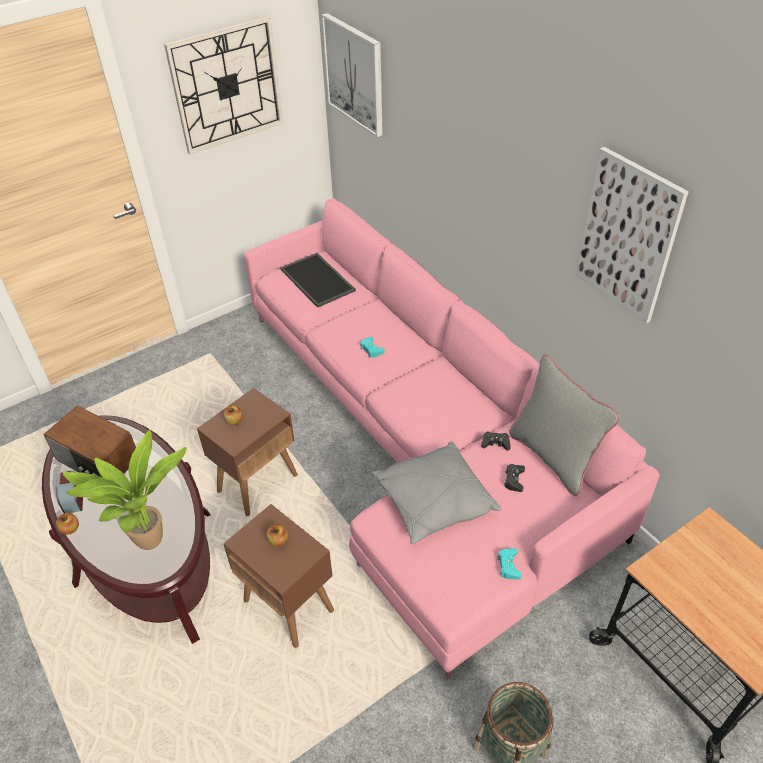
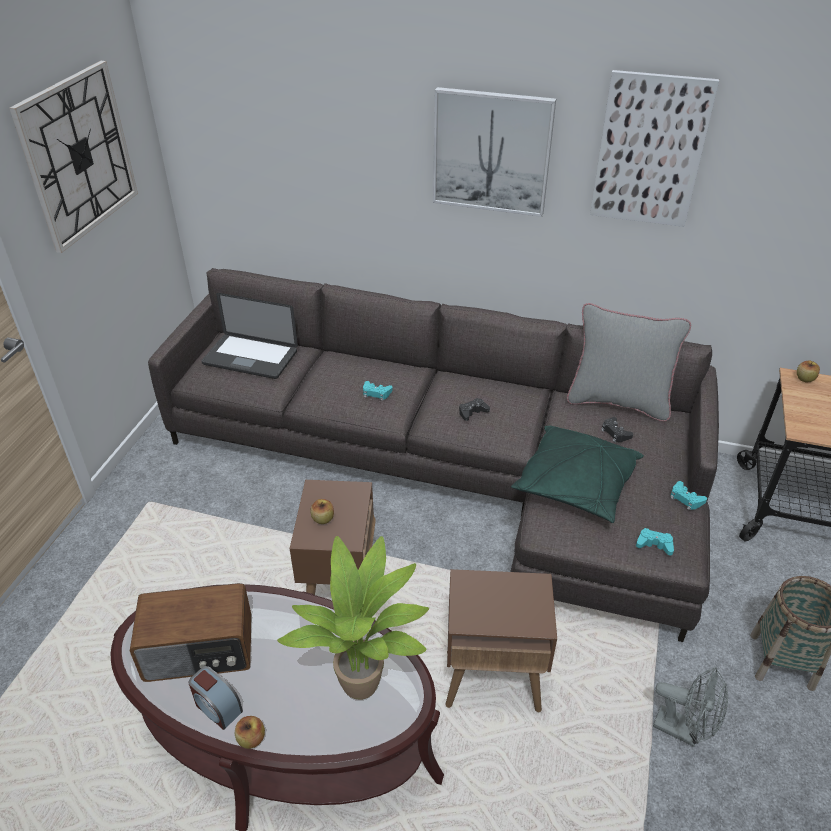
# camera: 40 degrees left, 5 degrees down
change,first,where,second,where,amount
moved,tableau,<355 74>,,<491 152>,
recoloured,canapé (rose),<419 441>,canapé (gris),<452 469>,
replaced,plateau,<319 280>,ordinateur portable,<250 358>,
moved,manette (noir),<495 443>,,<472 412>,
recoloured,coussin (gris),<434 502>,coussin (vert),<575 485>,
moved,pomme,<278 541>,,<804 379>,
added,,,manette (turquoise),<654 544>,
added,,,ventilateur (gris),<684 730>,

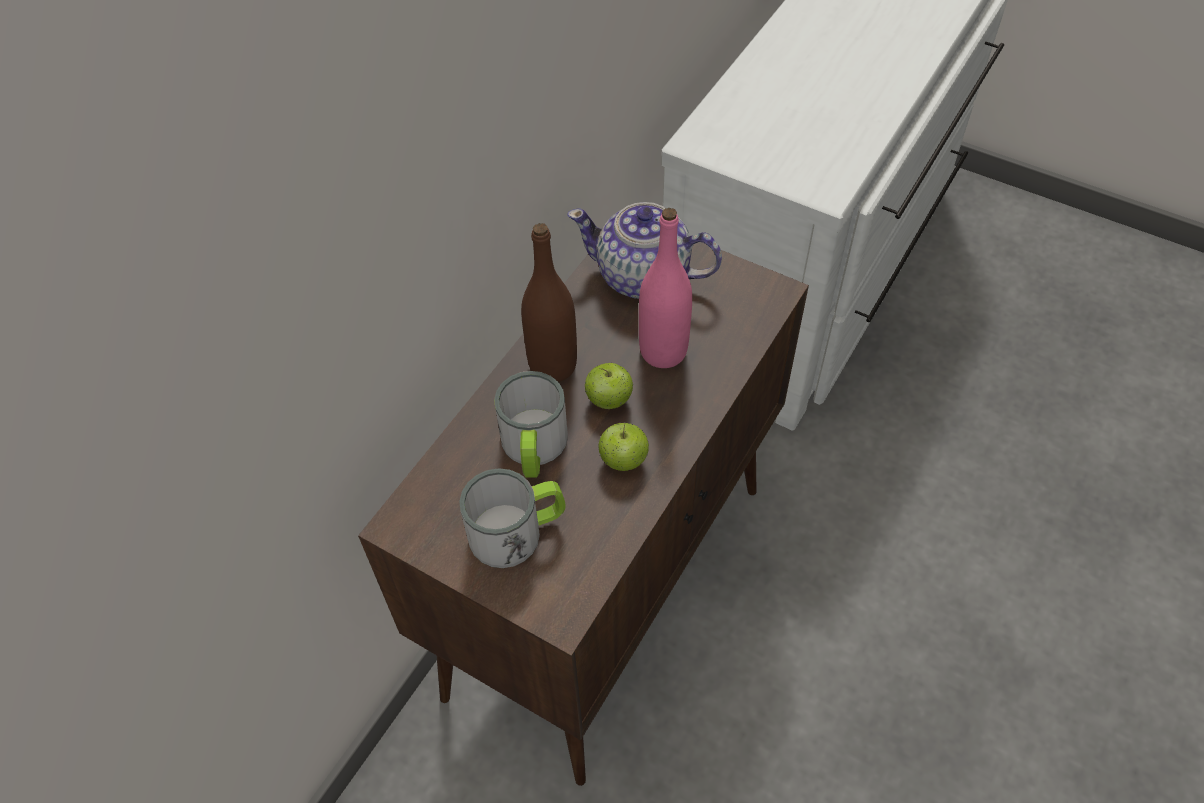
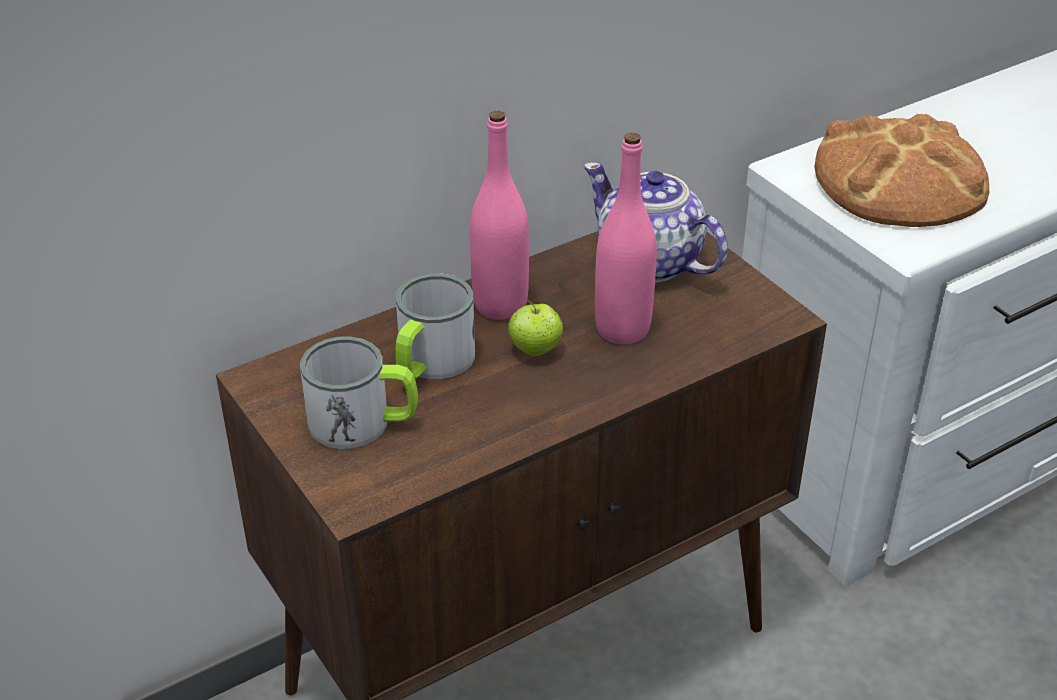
# camera: 25 degrees right, 15 degrees down
change,first,where,second,where,amount
recoloured,bouteille (marron),<553 365>,bouteille (rose),<500 305>,
removed,pomme,<623 460>,,,
added,,,pain,<898 181>,

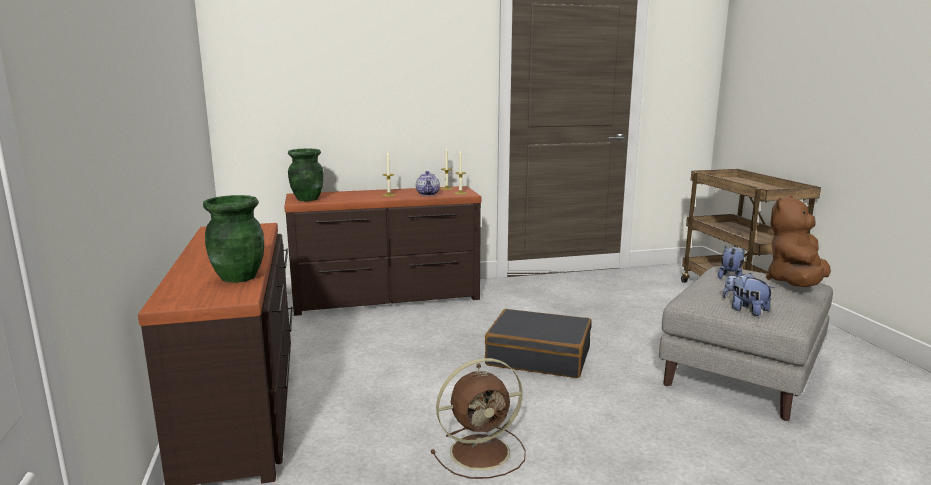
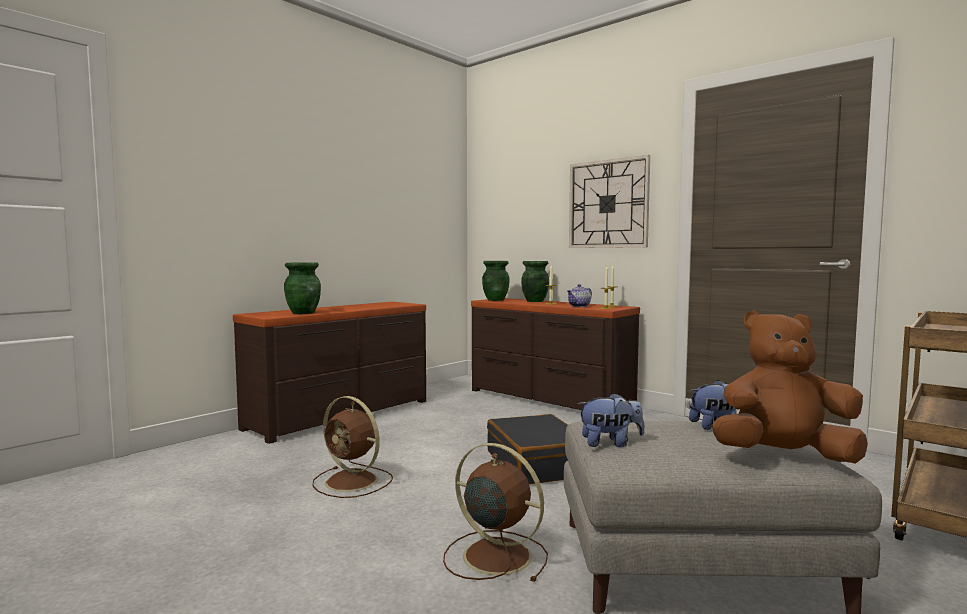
# camera: 55 degrees right, 10 degrees down
change,first,where,second,where,amount
turned,peluche,<745 310>,,<610 443>,75 degrees clockwise
added,,,horloge murale,<608 204>,
added,,,vase (vert),<534 301>,
added,,,ventilateur (marron),<494 555>,

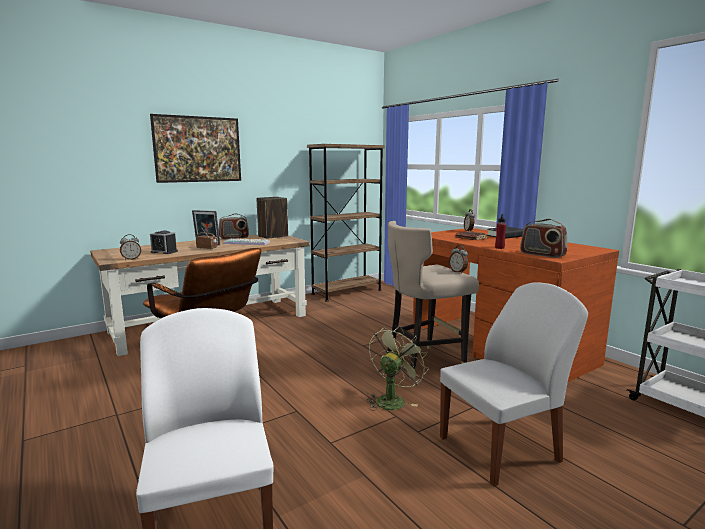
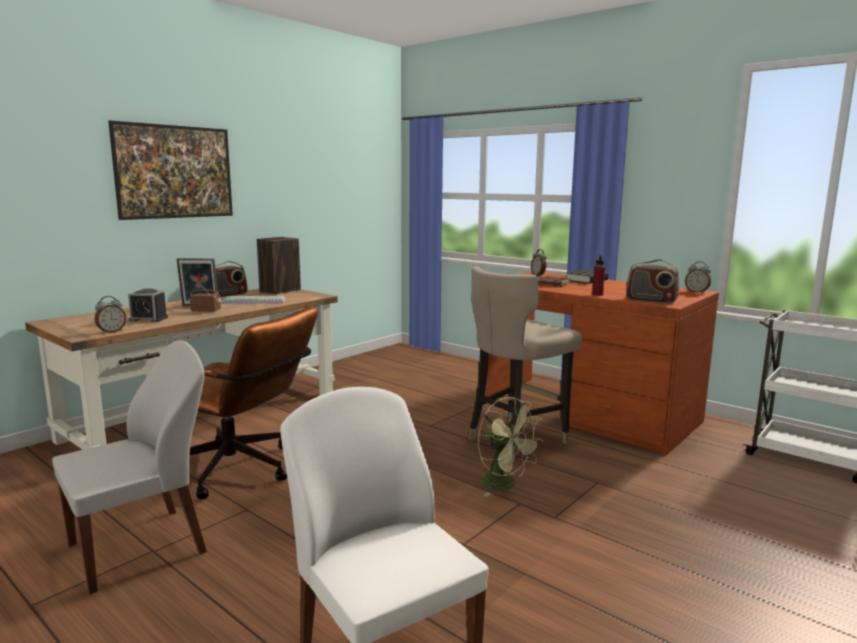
# camera: 15 degrees left, 0 degrees up
change,first,where,second,where,amount
removed,bibliothèque (marron),<346 292>,,,
moved,réveil,<458 272>,,<696 292>,
moved,chaise (blanc),<501 448>,,<142 547>,
turned,ventilateur (vert),<392 399>,,<505 485>,120 degrees clockwise

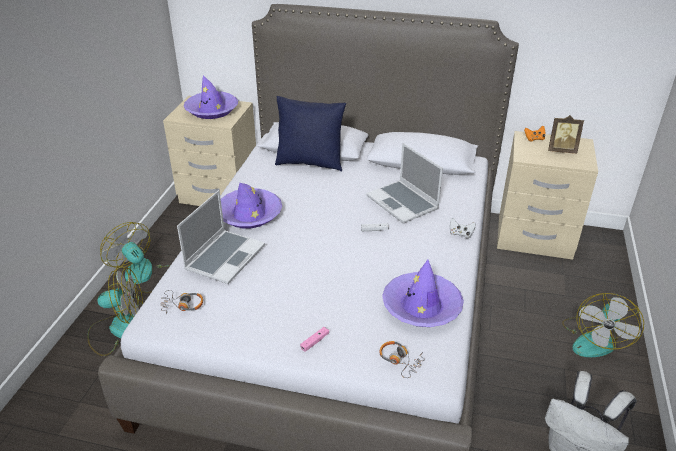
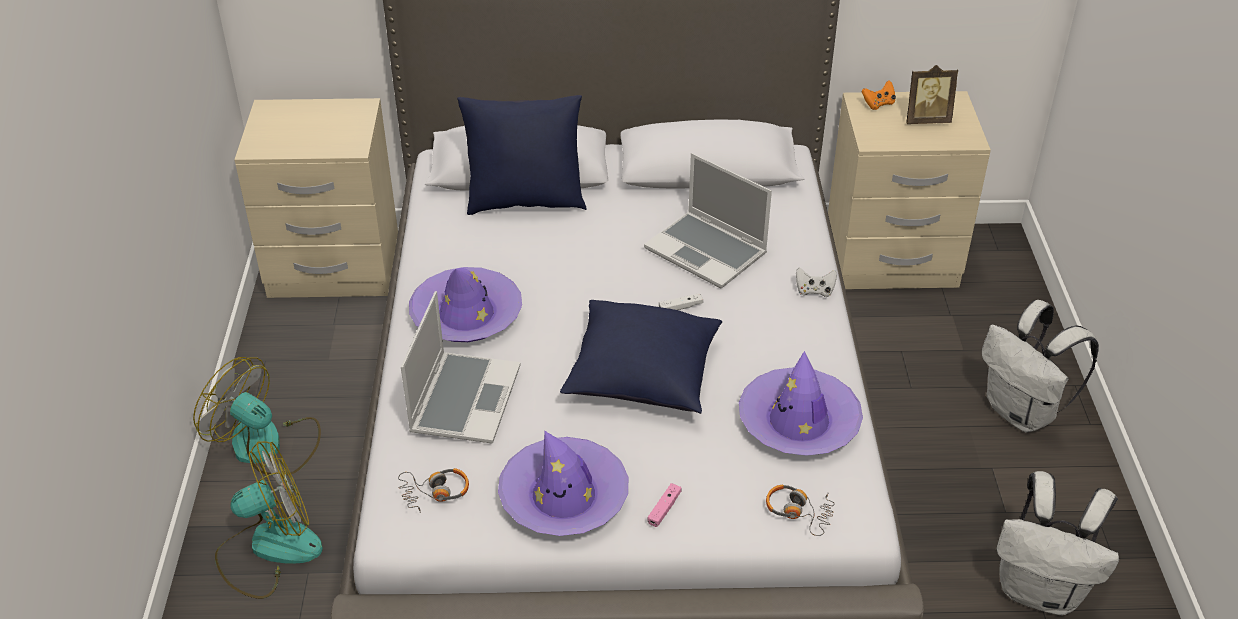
# camera: 15 degrees left, 5 degrees up
change,first,where,second,where,amount
moved,chapeau (violet),<212 110>,,<564 496>,
replaced,ventilateur,<594 339>,sac à dos (blanc),<1023 413>,
added,,,coussin (bleu),<642 377>,

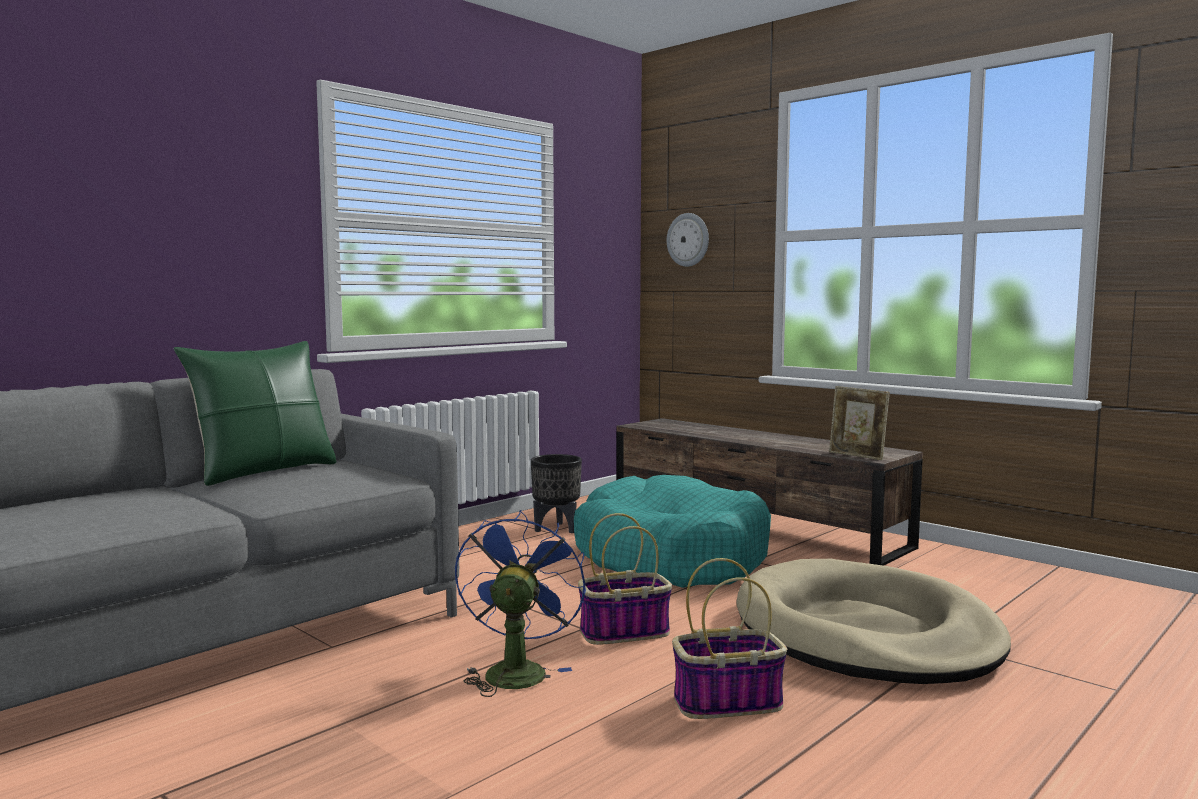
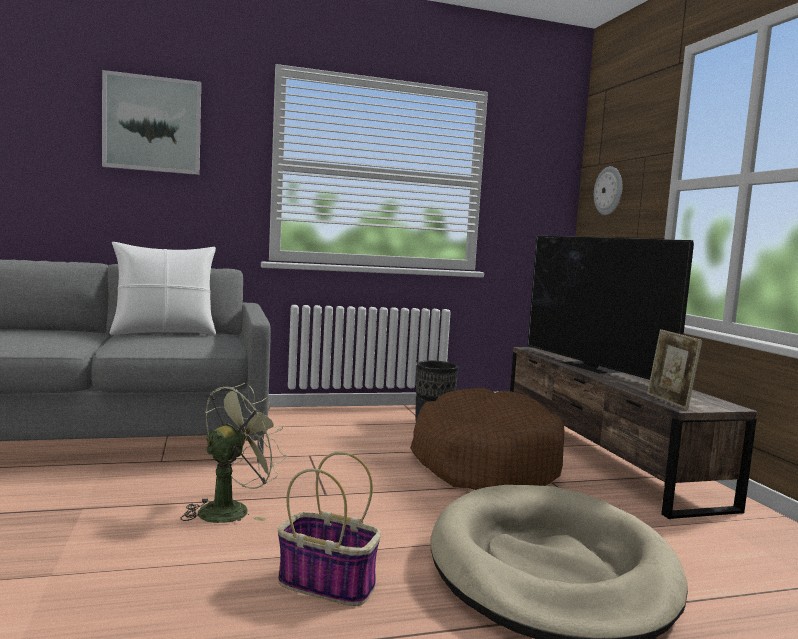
# camera: 30 degrees right, 0 degrees up
change,first,where,second,where,amount
recoloured,coussin (vert),<263 471>,coussin (blanc),<164 333>,
recoloured,panier pour chien (turquoise),<670 557>,panier pour chien (marron),<484 462>,
recoloured,ventilateur (bleu),<516 670>,ventilateur (vert),<231 509>,
removed,panier,<625 632>,,,
added,,,tableau,<152 124>,
added,,,téléviseur,<591 367>,

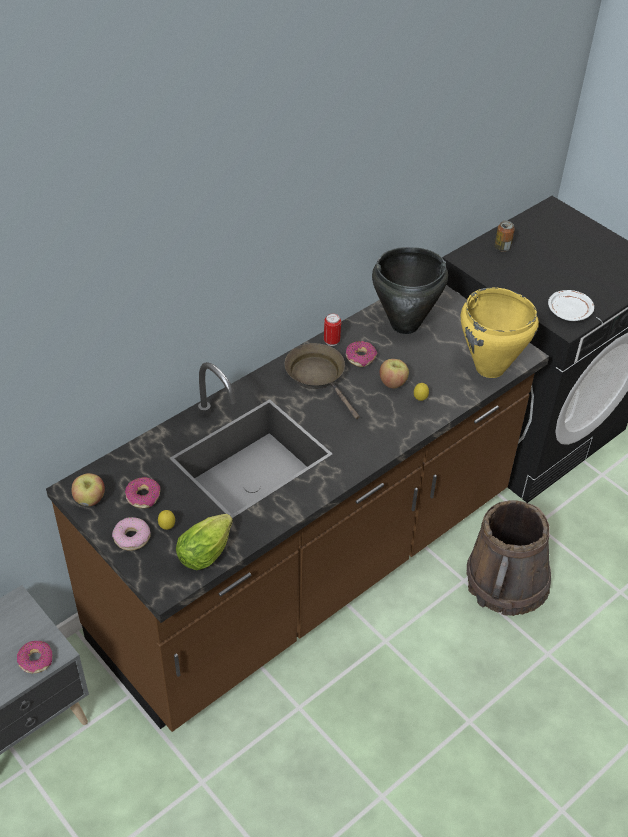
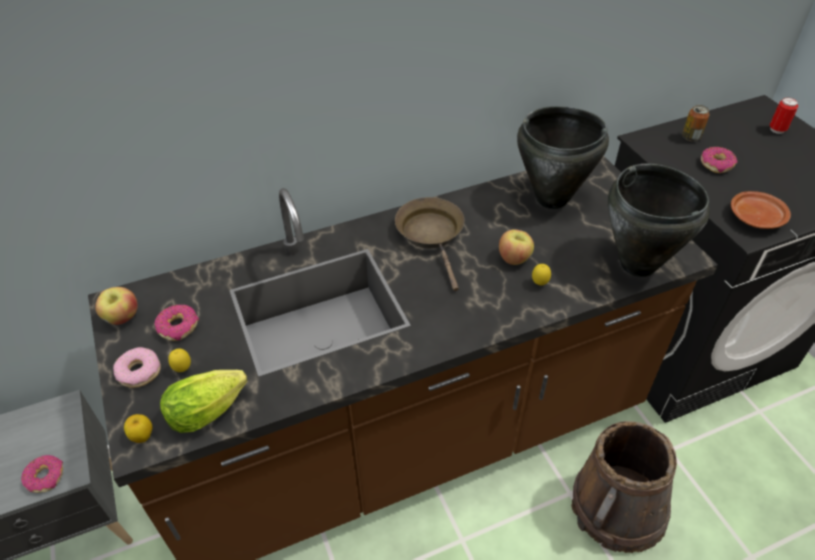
# camera: 20 degrees right, 0 degrees up
change,first,where,second,where,amount
recoloured,marmite (jaune),<490 368>,marmite (noir),<637 265>,
recoloured,assiette (blanc),<569 311>,assiette (marron),<756 217>,
moved,boîte métallique,<331 341>,,<777 129>,
moved,beignet,<361 357>,,<716 164>,
added,,,pomme,<143 436>,

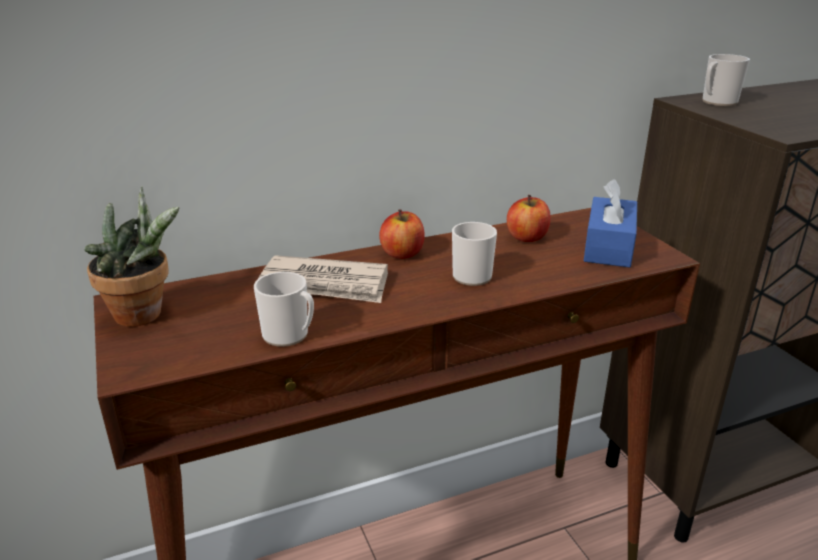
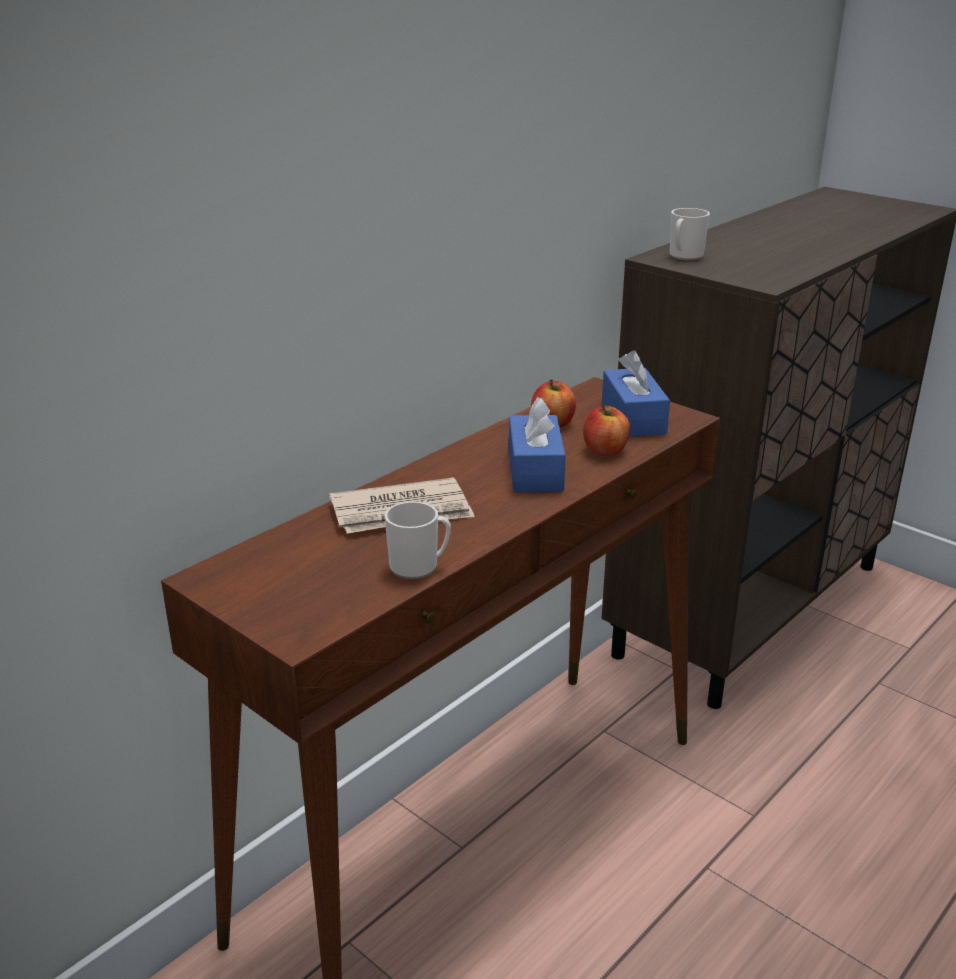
# camera: 25 degrees left, 0 degrees up
change,first,where,second,where,amount
removed,plante en pot,<146 315>,,,
moved,pomme,<402 253>,,<605 450>,
replaced,mug,<473 274>,boîte à mouchoirs (bleu),<535 470>,

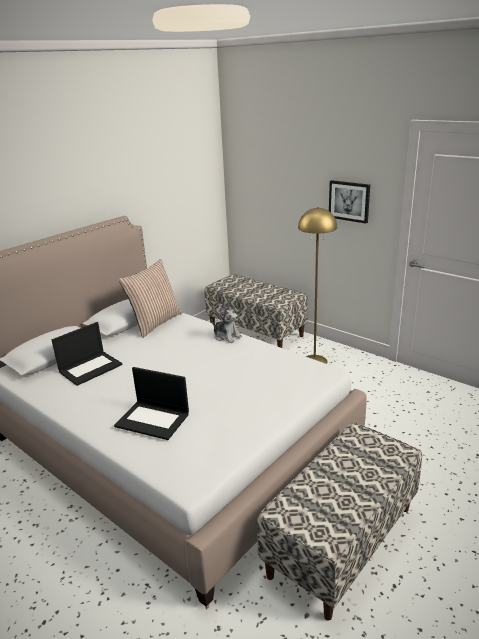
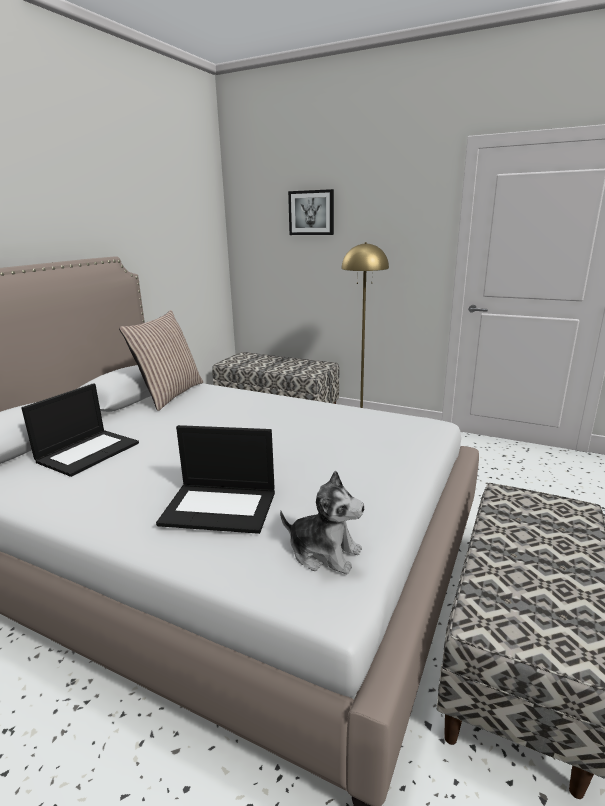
# camera: 15 degrees left, 5 degrees down
change,first,where,second,where,amount
moved,tableau,<349 201>,,<311 213>,
moved,peluche,<226 336>,,<324 553>,

